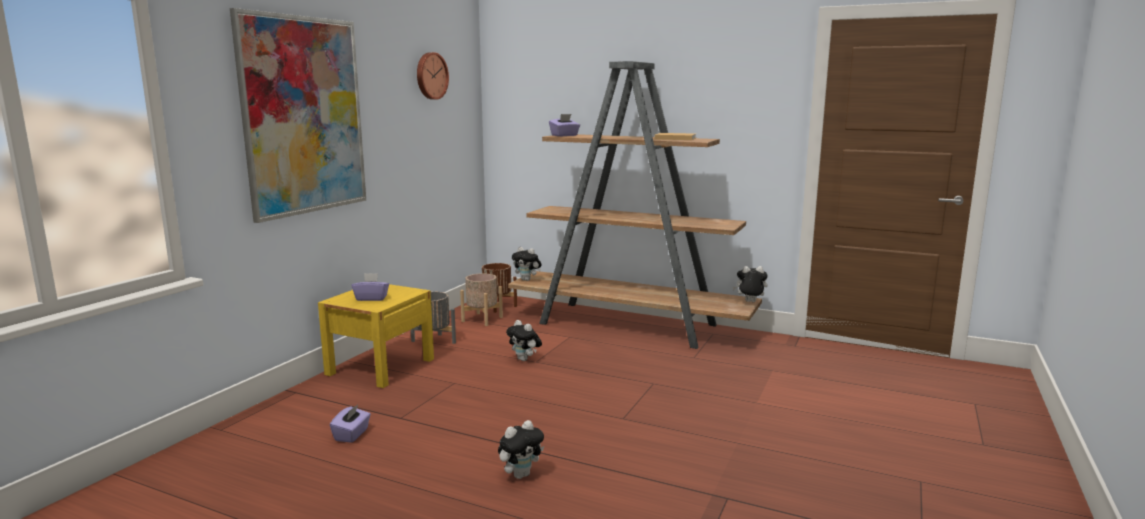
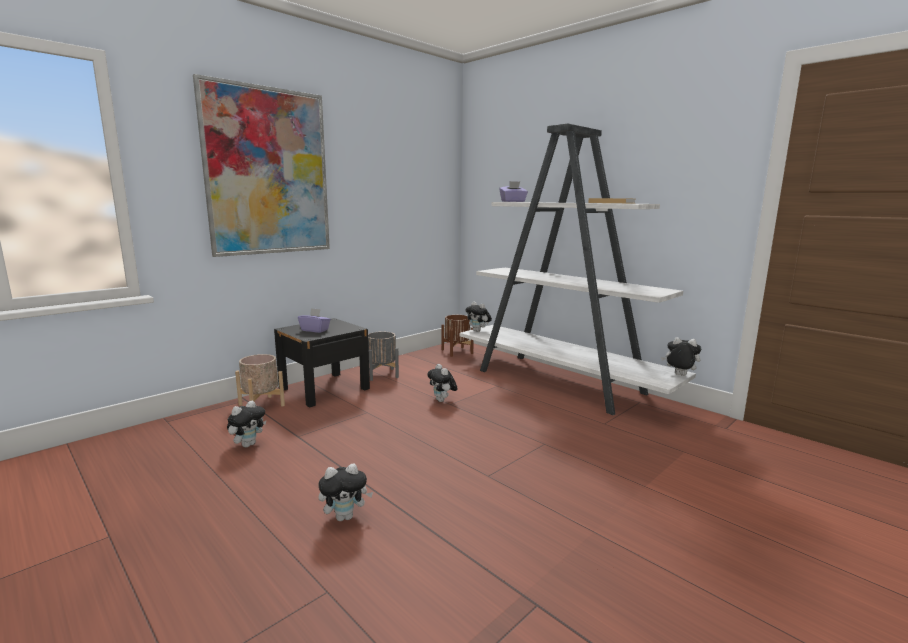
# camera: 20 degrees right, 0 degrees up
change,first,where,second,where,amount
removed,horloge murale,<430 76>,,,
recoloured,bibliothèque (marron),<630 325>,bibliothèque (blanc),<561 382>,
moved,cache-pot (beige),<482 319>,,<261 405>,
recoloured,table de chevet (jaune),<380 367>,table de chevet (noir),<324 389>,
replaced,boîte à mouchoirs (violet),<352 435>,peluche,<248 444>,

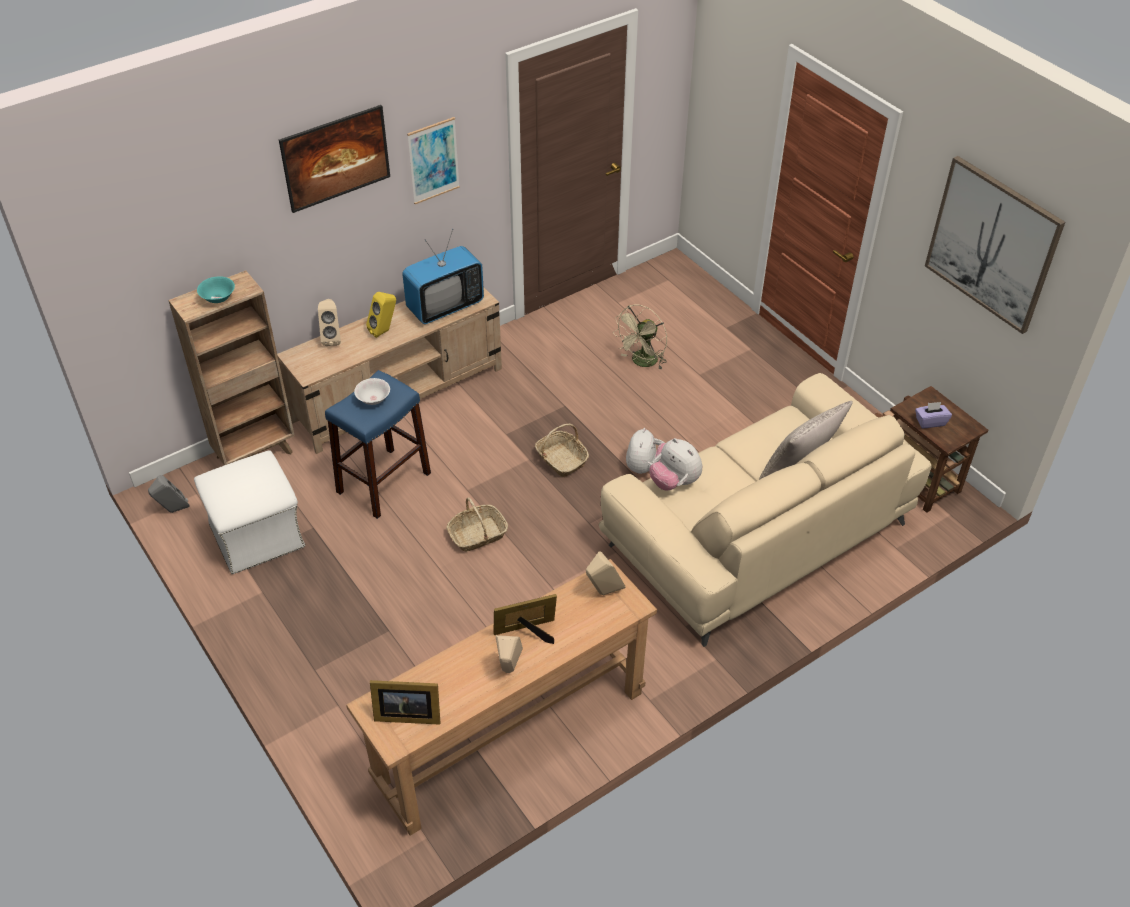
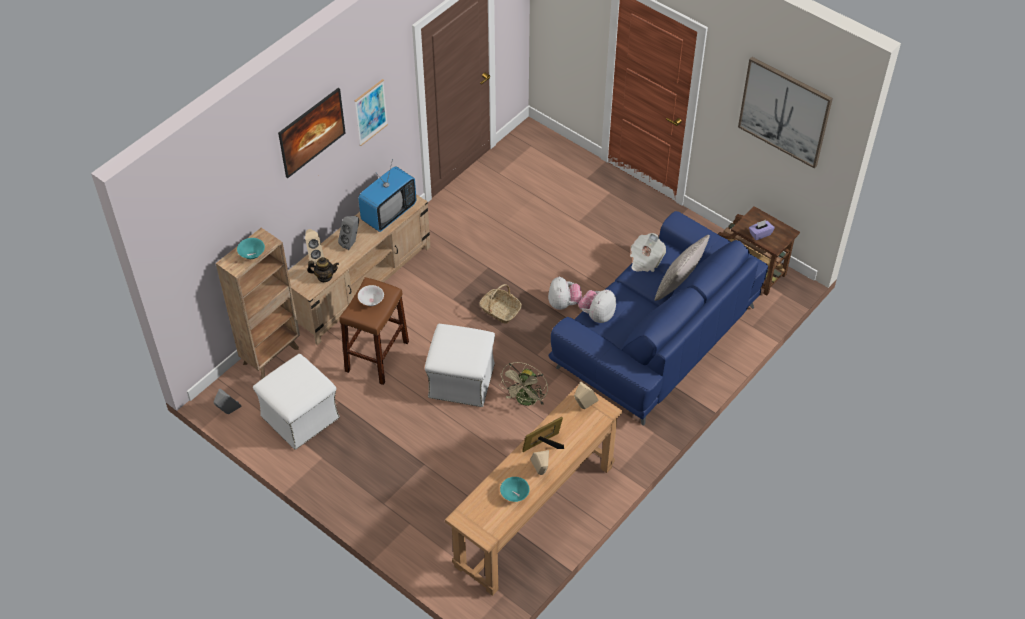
# camera: 15 degrees left, 5 degrees up
change,first,where,second,where,amount
recoloured,enceinte (jaune),<384 331>,enceinte (gris),<351 243>,
moved,ventilateur (beige),<642 363>,,<525 401>,
recoloured,tabouret (bleu),<384 482>,tabouret (marron),<377 356>,
recoloured,canapé (beige),<757 534>,canapé (bleu),<655 337>,
turned,peluche,<674 482>,,<597 315>,90 degrees clockwise
replaced,panier,<477 535>,pouf (blanc),<460 381>,
removed,cadre photo,<406 714>,,,
added,,,journal,<645 260>,
added,,,théière,<324 277>,
added,,,bol (turquoise),<514 495>,

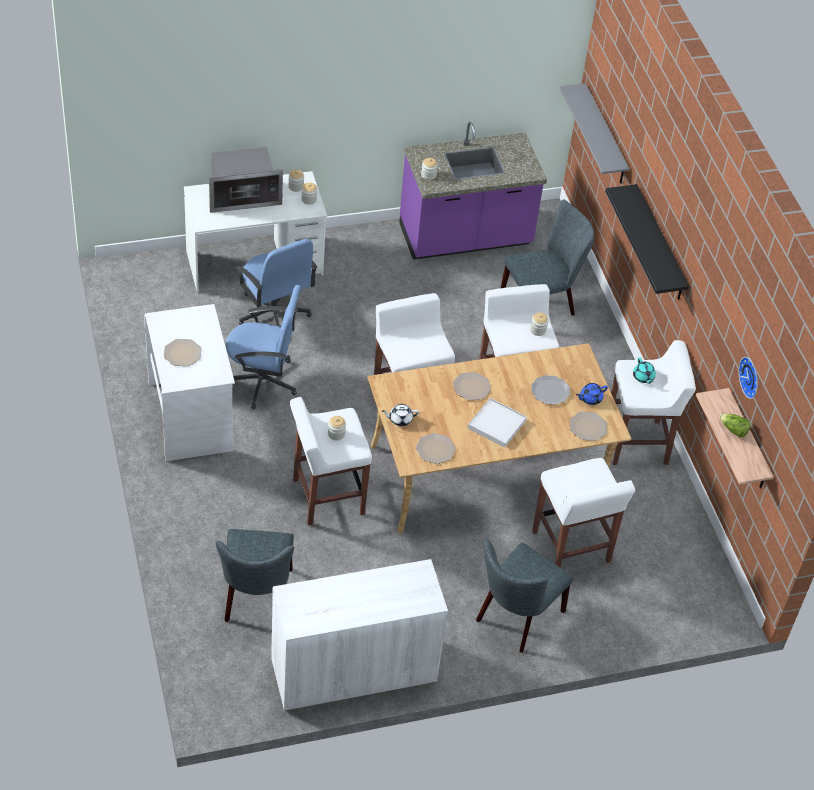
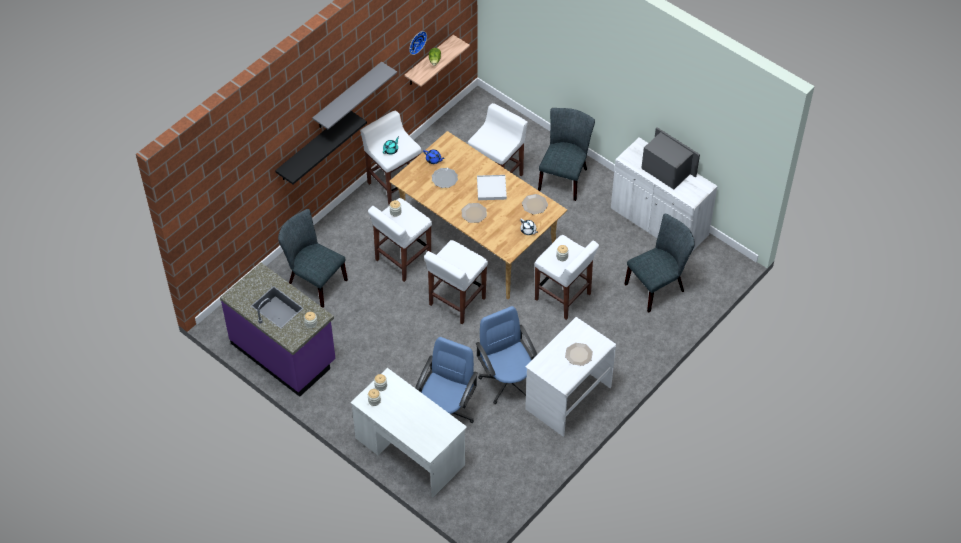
# camera: 120 degrees left, 5 degrees up
change,first,where,second,where,amount
moved,étagère (gris),<605 136>,,<348 96>,
moved,micro-ondes,<243 196>,,<666 170>,
removed,assiette,<588 426>,,,
turned,chaise (gris),<516 618>,,<564 177>,75 degrees counterclockwise

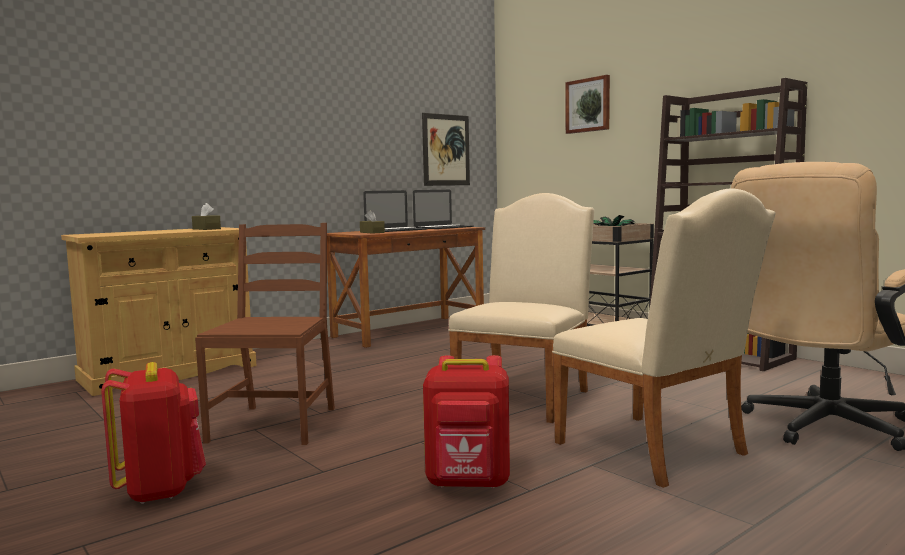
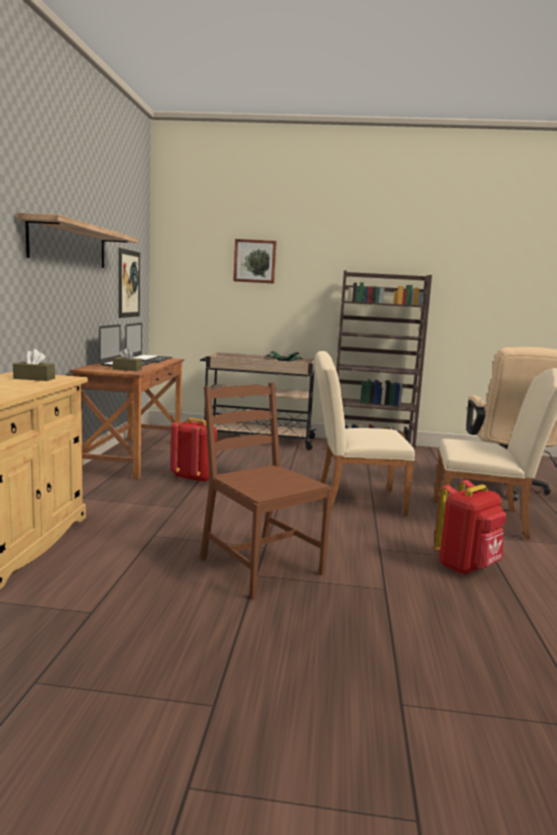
# camera: 45 degrees left, 5 degrees up
change,first,where,second,where,amount
turned,chaise (beige),<527 396>,,<352 500>,75 degrees counterclockwise
moved,sac à dos (rouge),<160 489>,,<194 478>,
added,,,étagère,<69 245>,

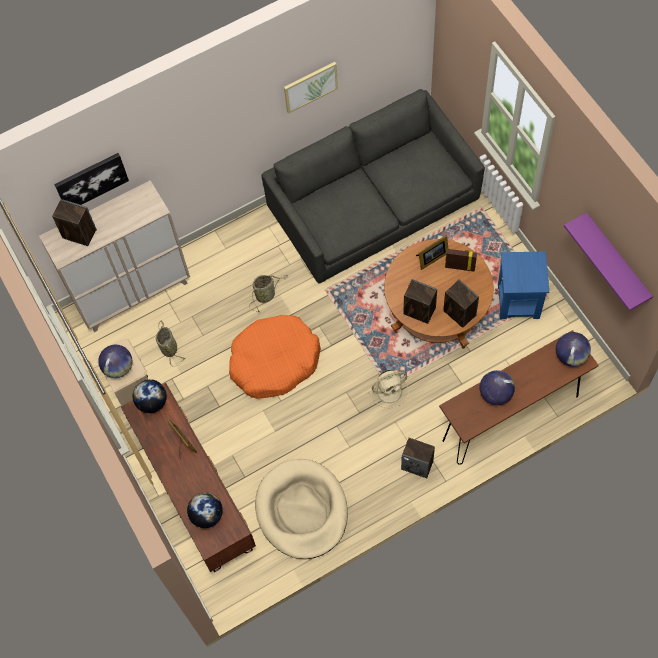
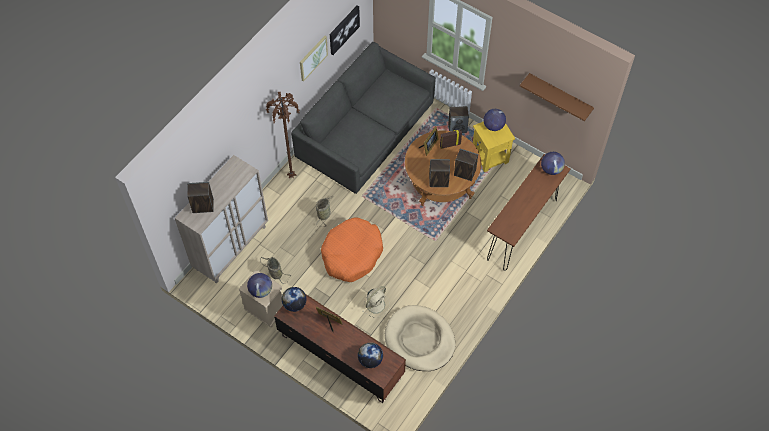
# camera: 30 degrees left, 5 degrees down
change,first,where,second,where,amount
moved,tableau,<91 180>,,<343 29>,
recoloured,étagère (violet),<616 260>,étagère (marron),<560 95>,
recoloured,table d'appoint (bleu),<518 301>,table d'appoint (jaune),<490 157>,
moved,ventilateur (beige),<390 391>,,<376 304>,
moved,globe,<495 394>,,<493 126>,
moved,enceinte,<417 465>,,<457 128>,
added,,,lampadaire (marron),<292 176>,

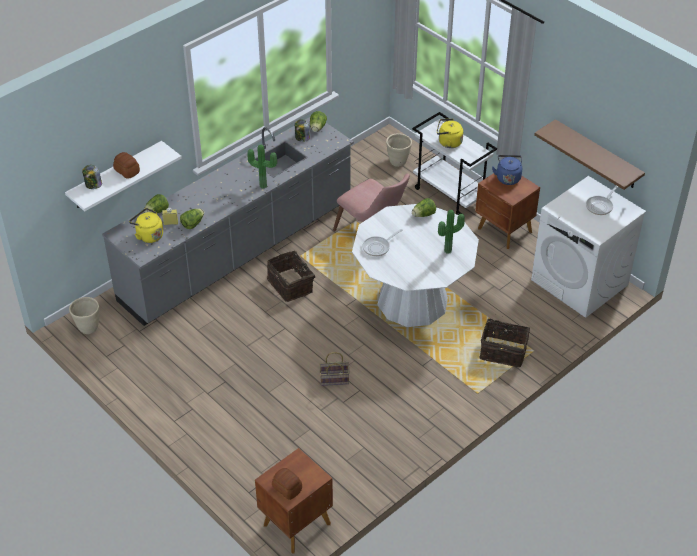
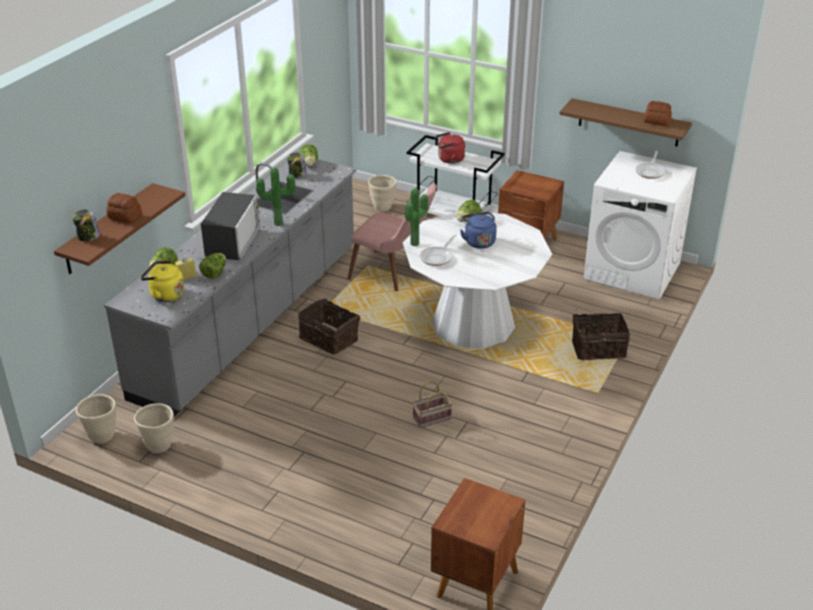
# camera: 20 degrees left, 10 degrees down
change,first,where,second,where,amount
recoloured,bouilloire (jaune),<448 142>,bouilloire (rouge),<449 159>,
recoloured,étagère (blanc),<116 175>,étagère (marron),<108 229>,
moved,bouilloire (bleu),<508 177>,,<478 241>,
moved,plante en pot,<449 251>,,<416 244>,
moved,pain,<287 488>,,<656 121>,
added,,,micro-ondes,<233 242>,
added,,,cache-pot (beige),<159 446>,

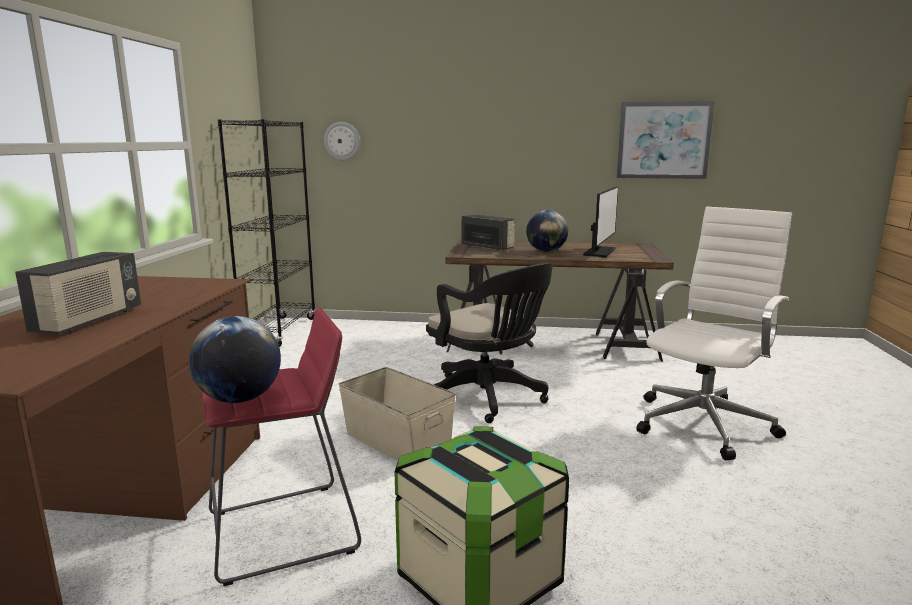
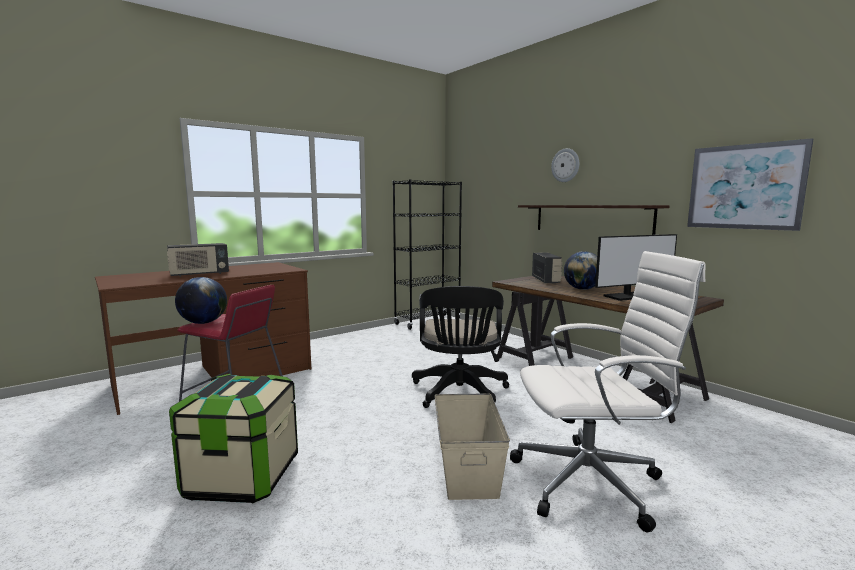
# camera: 45 degrees right, 5 degrees down
change,first,where,second,where,amount
moved,horloge murale,<342 141>,,<565 165>,
moved,boîte de rangement (beige),<397 441>,,<468 466>,
added,,,étagère,<591 219>,

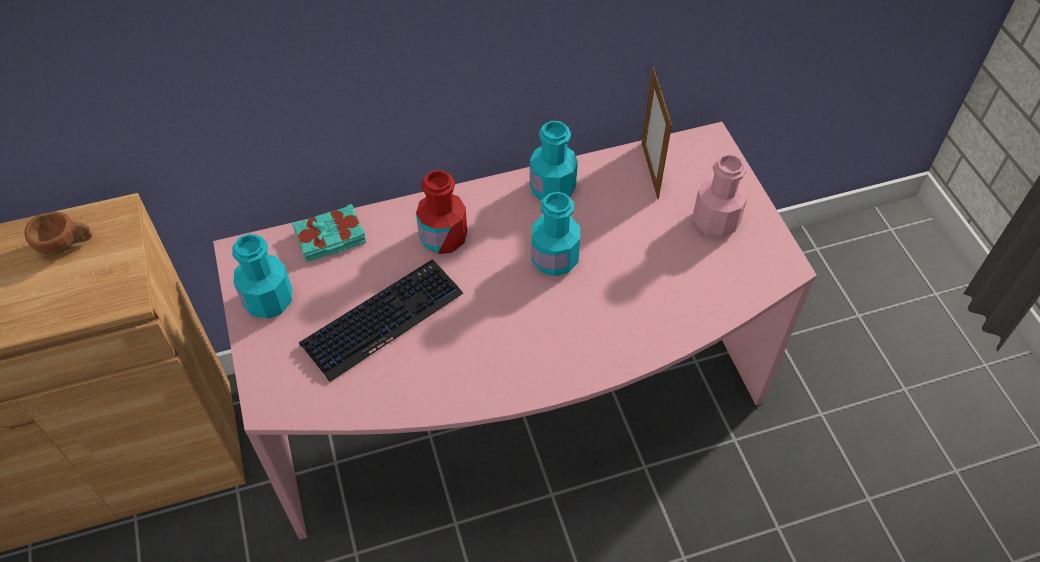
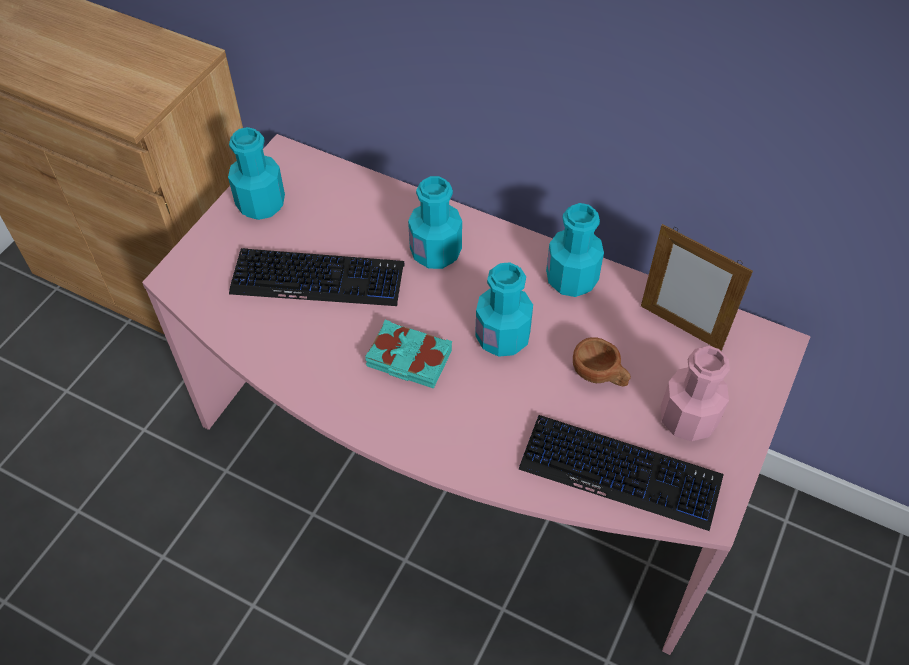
# camera: 45 degrees right, 0 degrees up
change,first,where,second,where,amount
turned,cadre photo,<650 170>,,<680 327>,90 degrees counterclockwise
recoloured,bouteille (rouge),<443 238>,bouteille (turquoise),<435 252>,
moved,livre (turquoise),<331 238>,,<409 359>,
moved,tasse (marron),<65 245>,,<599 375>,
added,,,clavier,<620 472>,

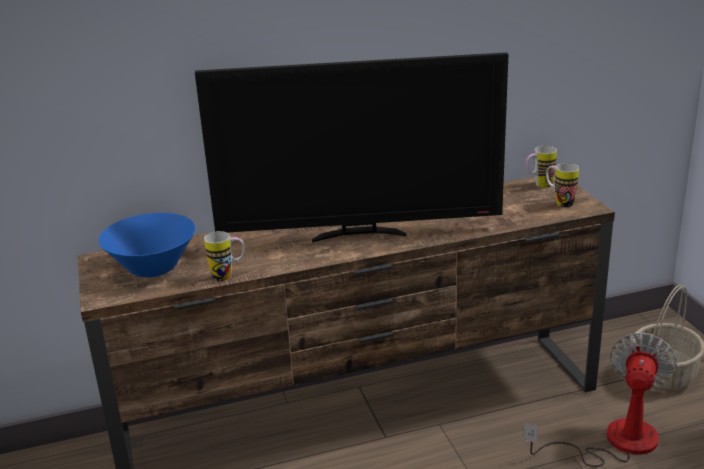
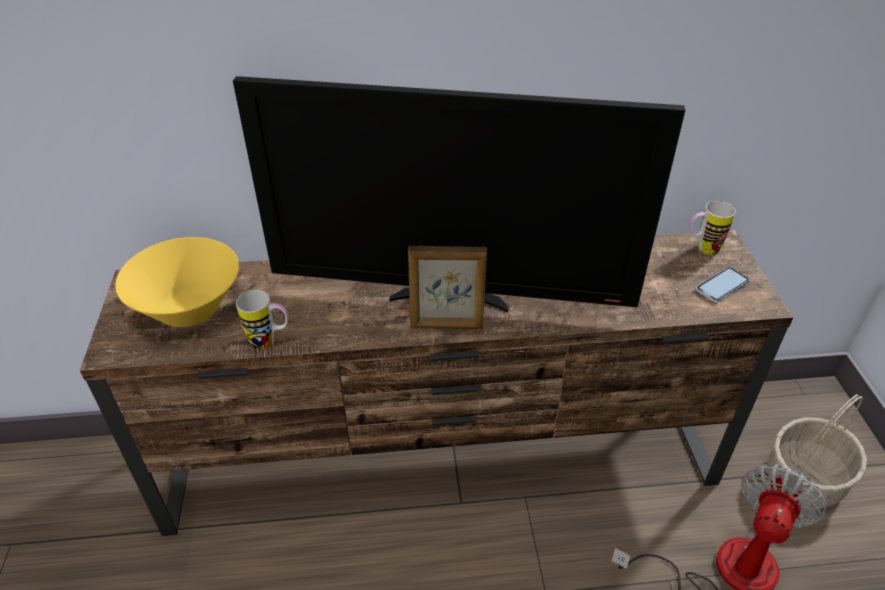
# camera: 10 degrees right, 15 degrees up
change,first,where,second,where,amount
replaced,mug,<559 202>,téléphone,<722 285>,
recoloured,bol (bleu),<153 268>,bol (jaune),<189 309>,
added,,,cadre photo,<446 326>,

